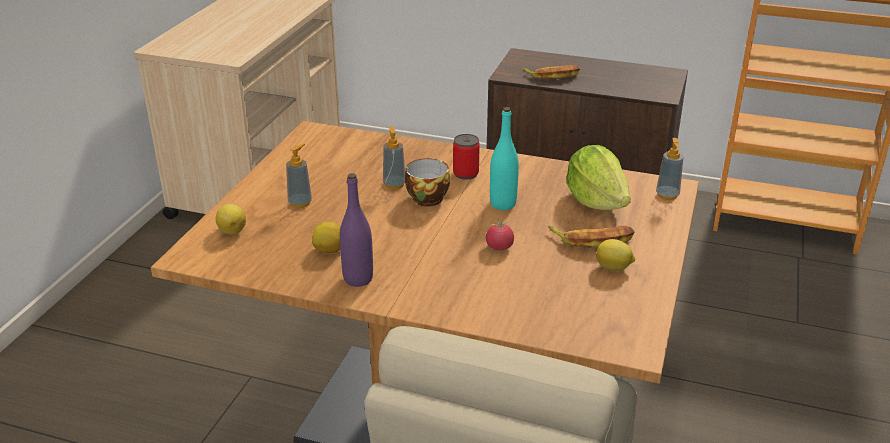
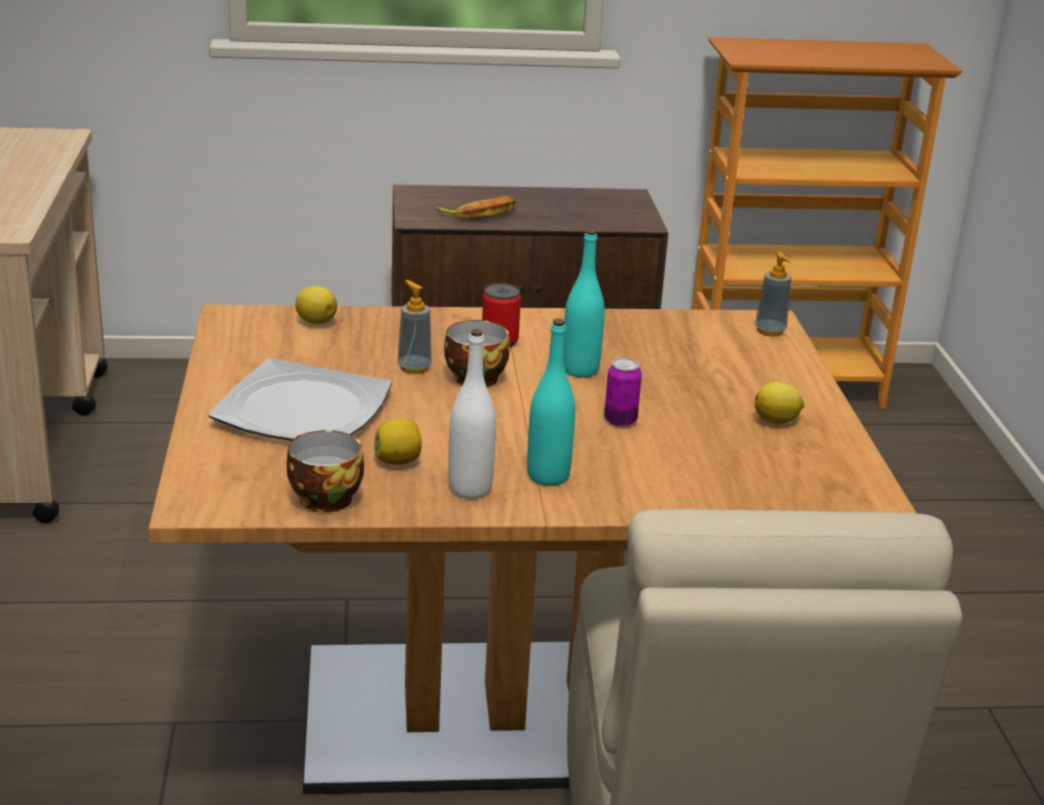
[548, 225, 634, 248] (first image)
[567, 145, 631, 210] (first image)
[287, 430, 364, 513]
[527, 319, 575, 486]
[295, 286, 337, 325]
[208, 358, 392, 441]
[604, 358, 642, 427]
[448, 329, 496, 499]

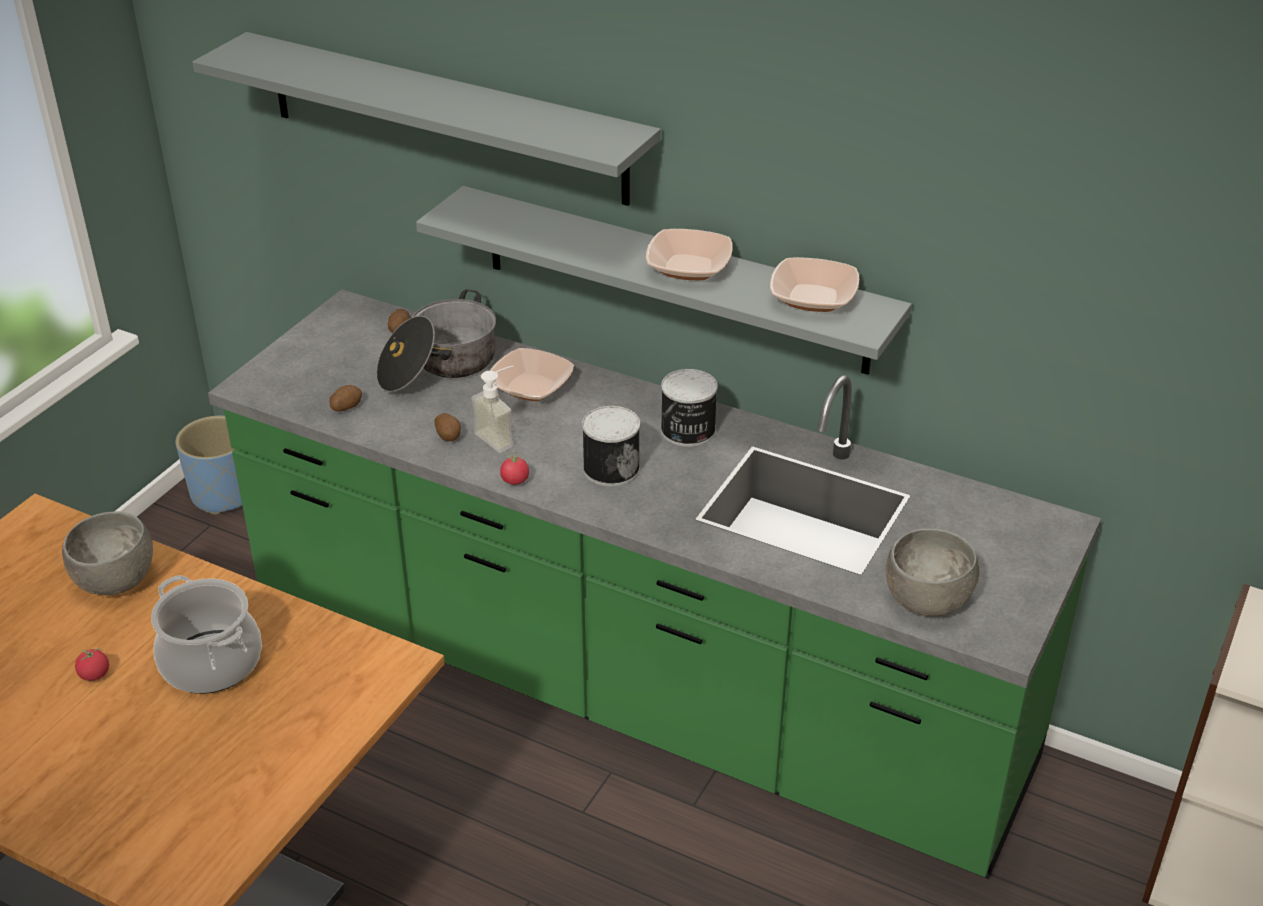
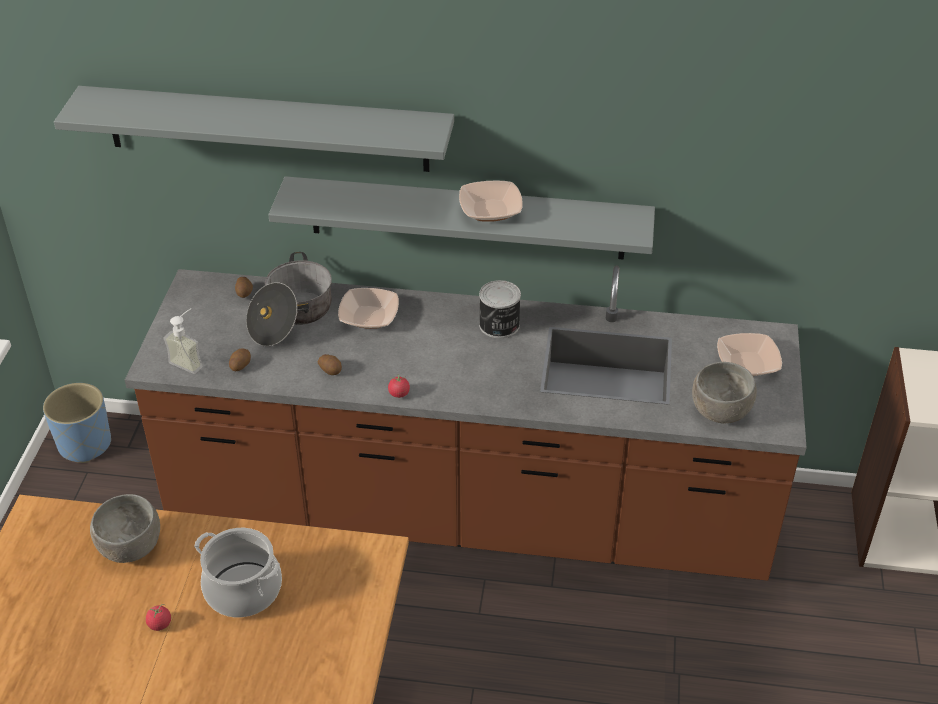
[582, 406, 640, 487] (first image)
[164, 308, 203, 374]
[717, 333, 782, 376]
[125, 265, 807, 581]

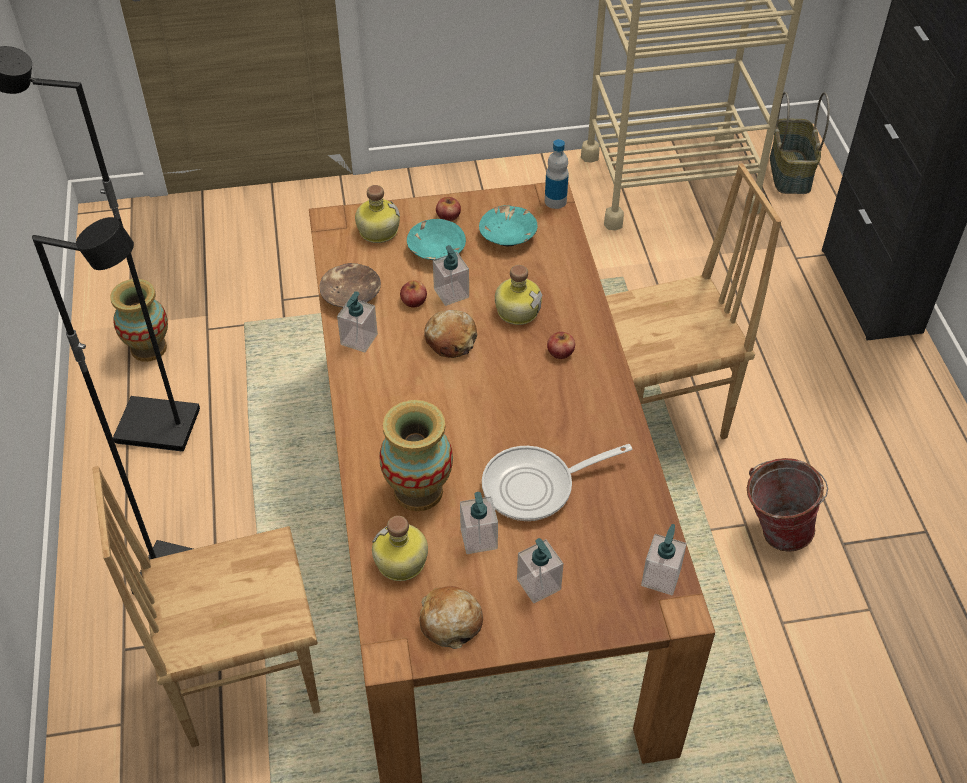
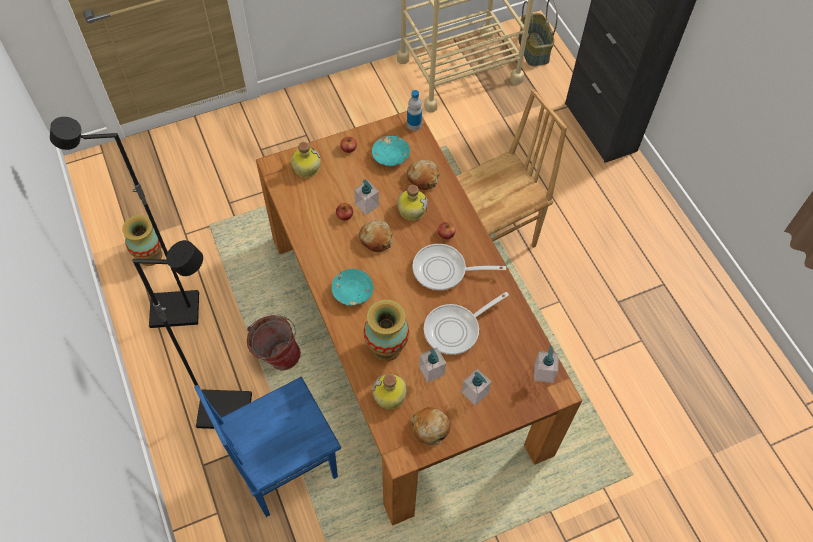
[320, 263, 381, 307] (first image)
[337, 291, 378, 353] (first image)
[407, 160, 439, 190]
[412, 244, 506, 291]
[331, 269, 373, 306]
[247, 315, 301, 370]
[194, 377, 341, 517]

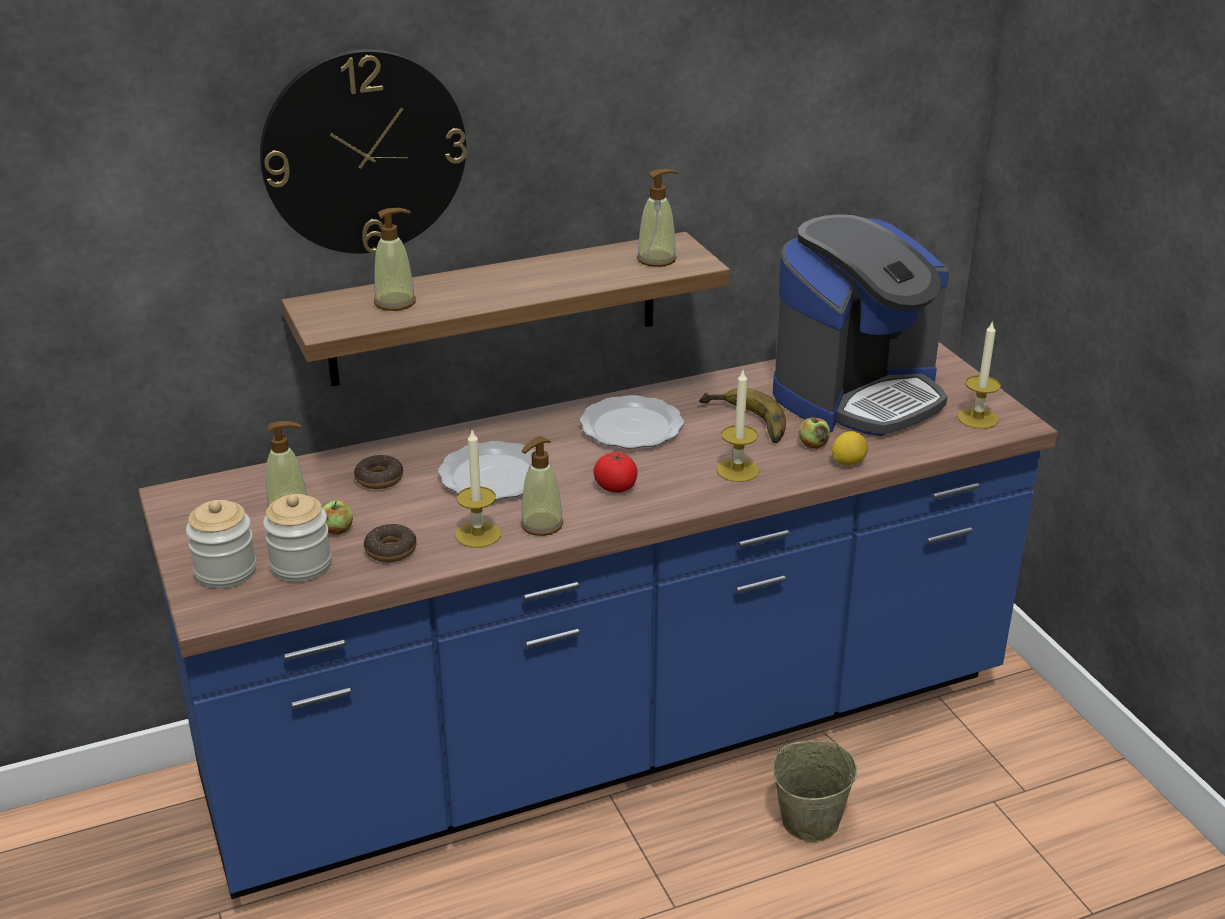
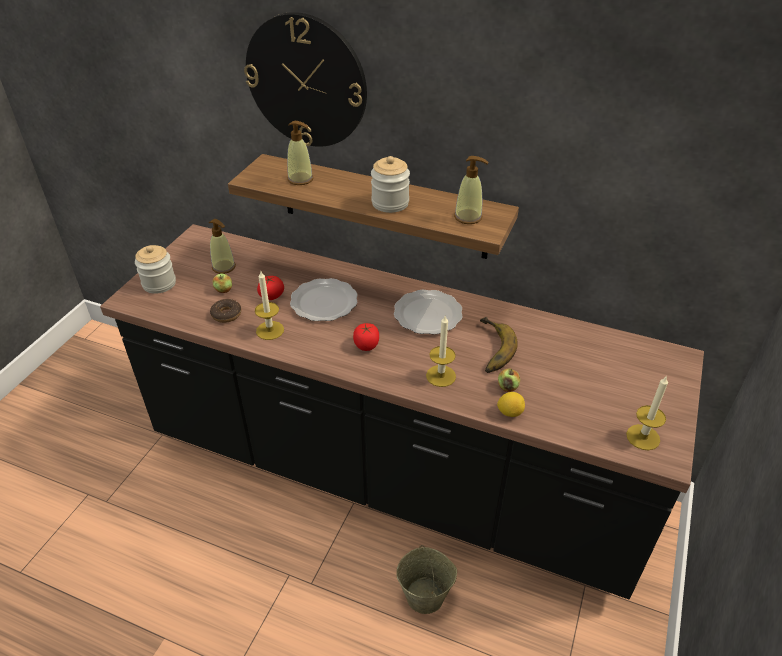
[354, 455, 403, 489] (first image)
[521, 436, 563, 536] (first image)
[773, 214, 949, 436] (first image)
[257, 276, 284, 300]
[371, 156, 410, 213]
[100, 224, 704, 599]

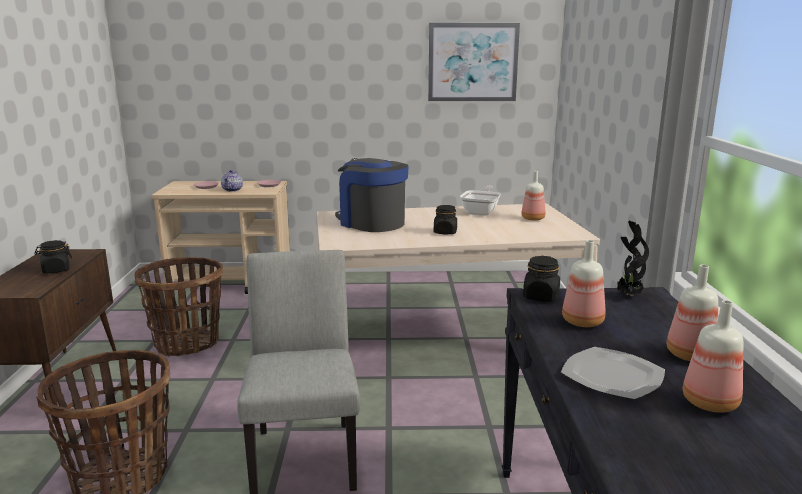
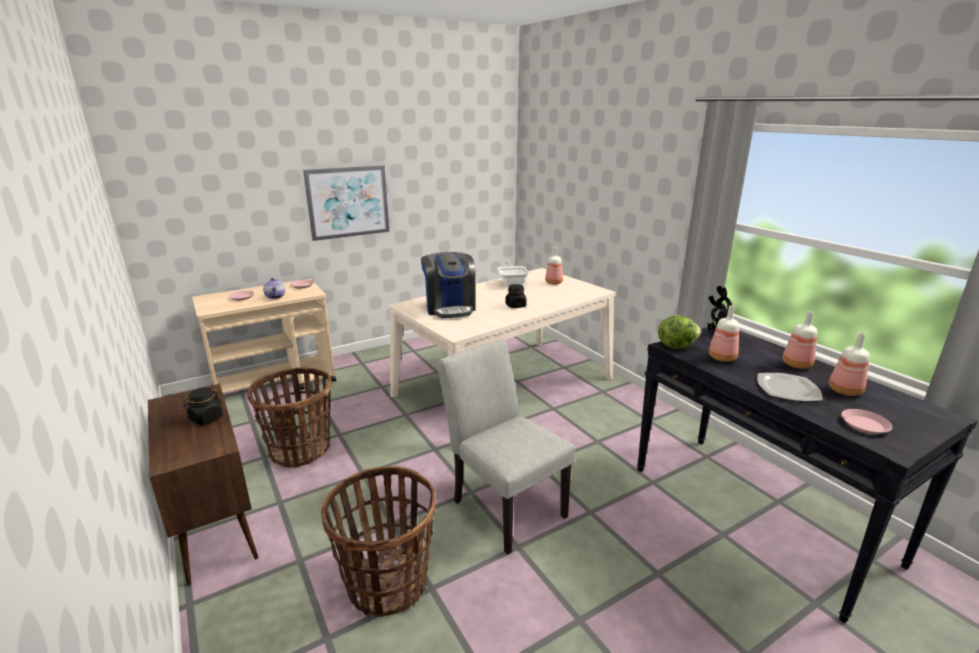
[841, 409, 892, 434]
[303, 165, 389, 241]
[658, 315, 701, 349]
[421, 252, 476, 318]

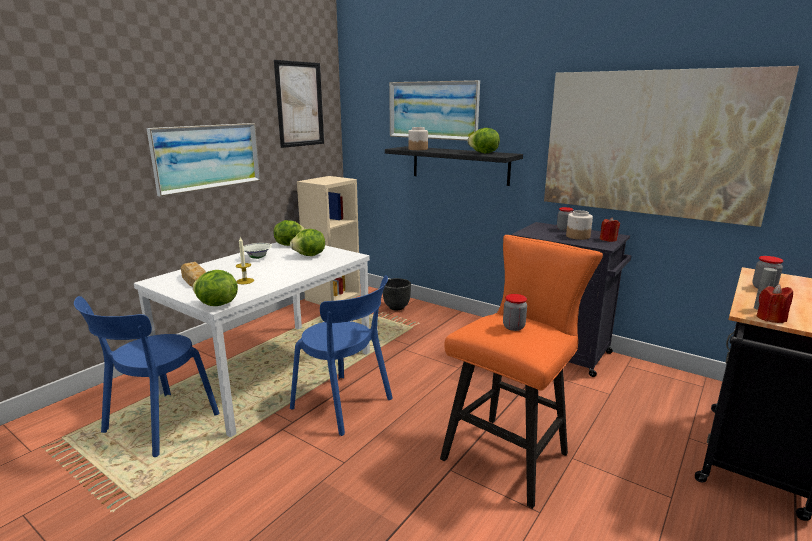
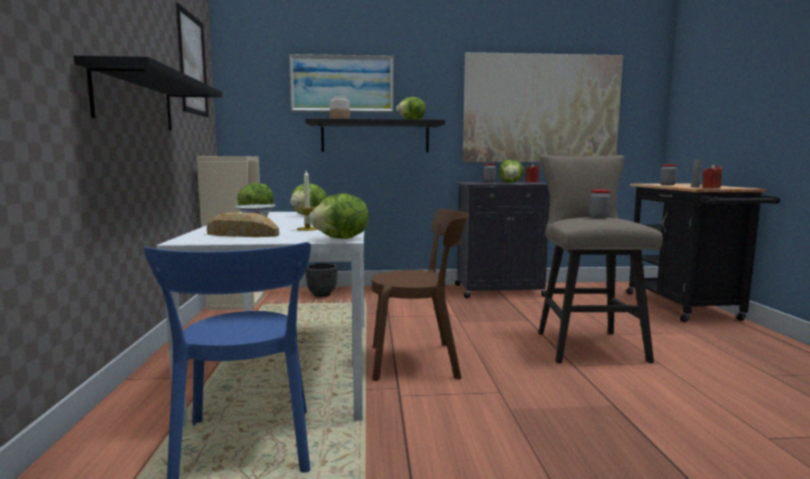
[74, 55, 223, 130]
[499, 160, 524, 183]
[372, 209, 469, 381]
[538, 155, 663, 363]

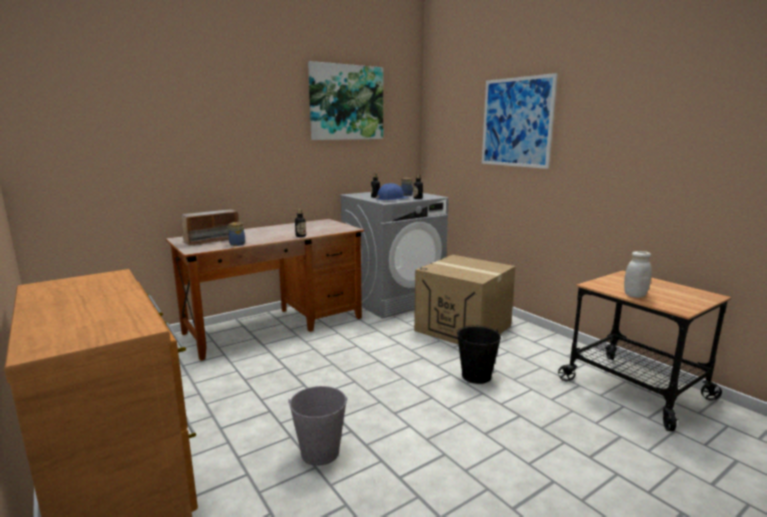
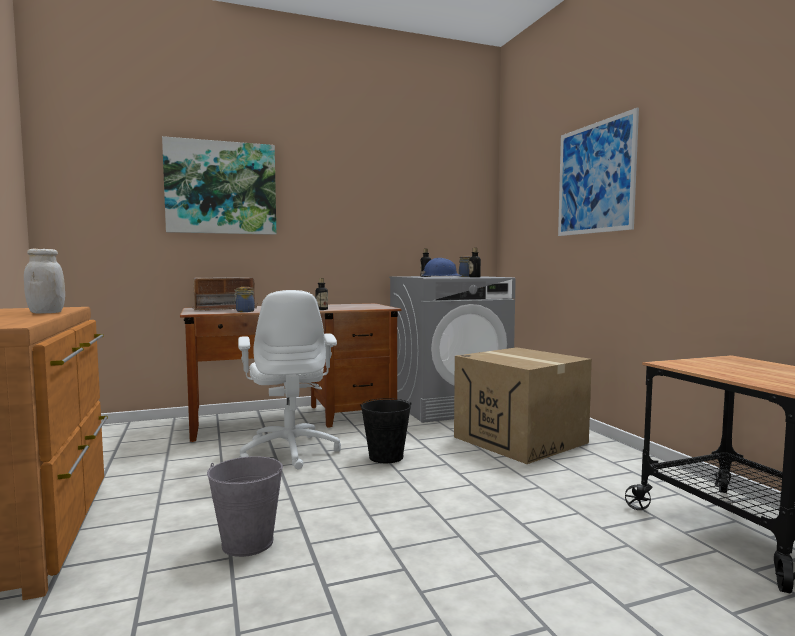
[238, 290, 341, 469]
[162, 136, 276, 235]
[360, 398, 411, 463]
[24, 249, 65, 314]

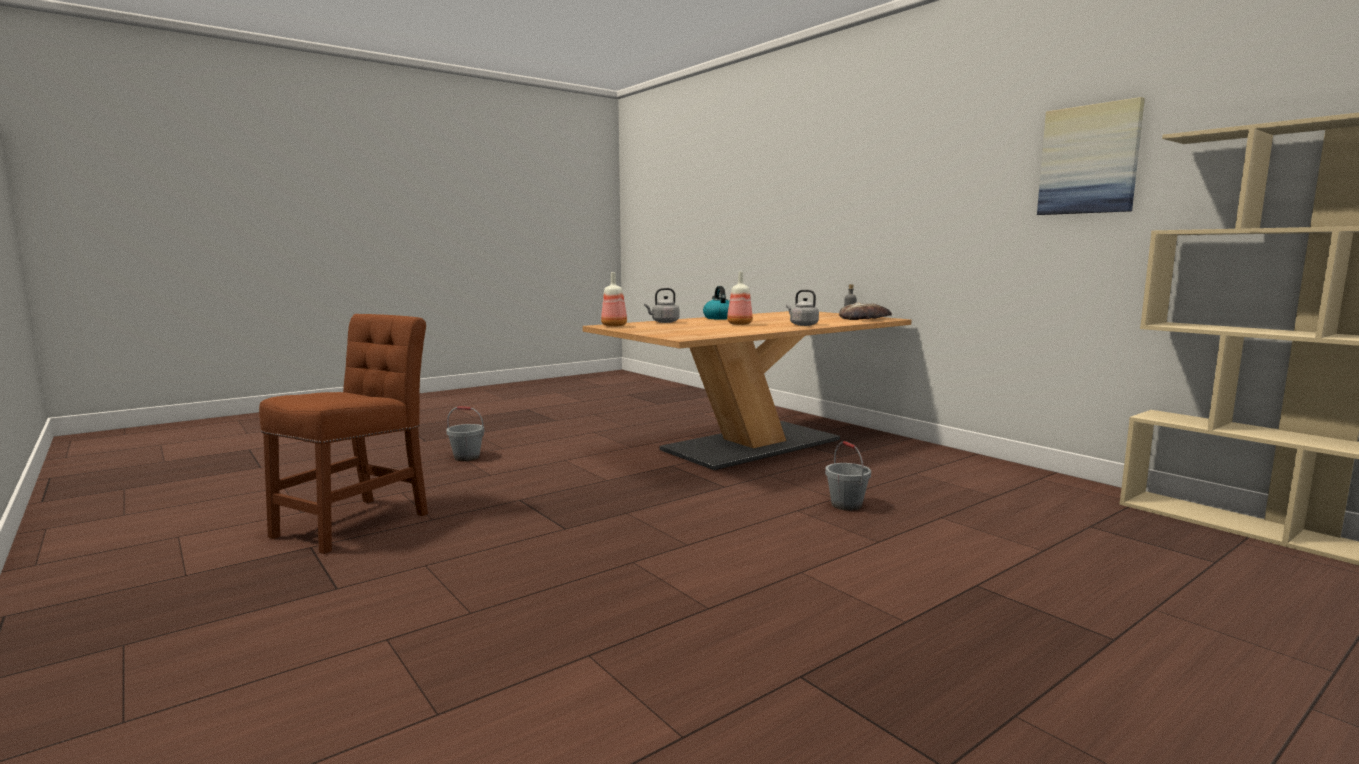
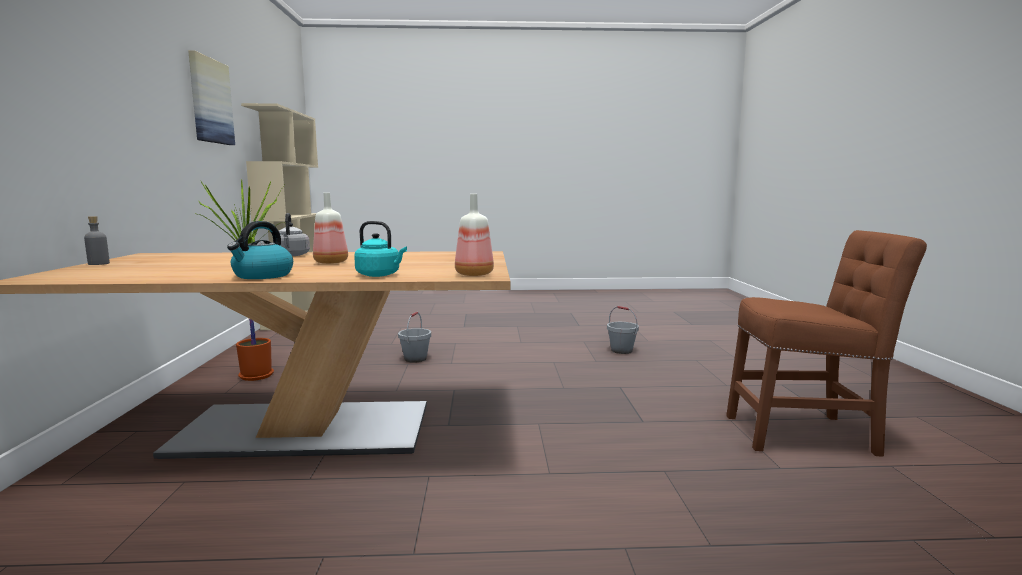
[839, 302, 892, 320] (first image)
[198, 179, 285, 381]
[607, 306, 639, 354]
[354, 221, 407, 277]
[726, 230, 927, 457]

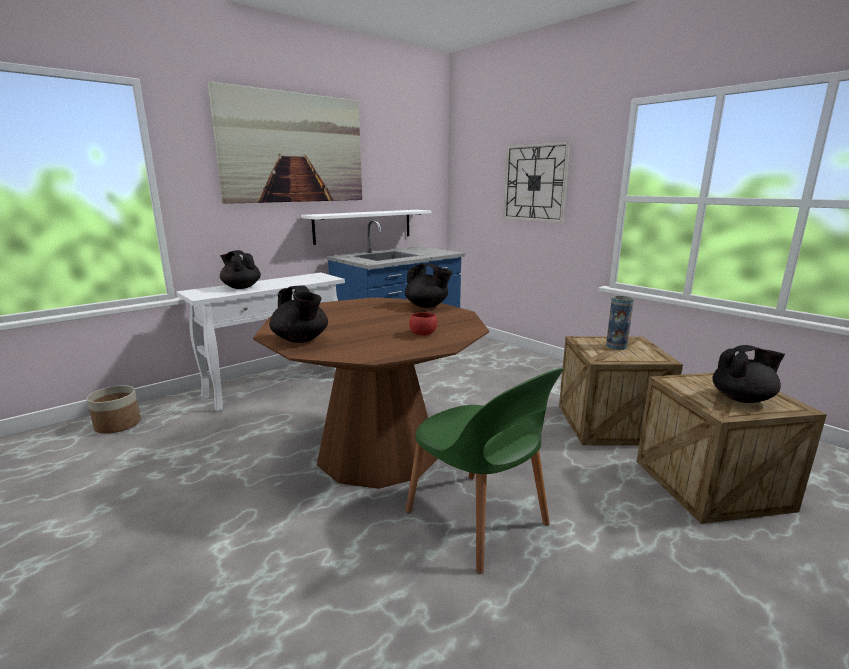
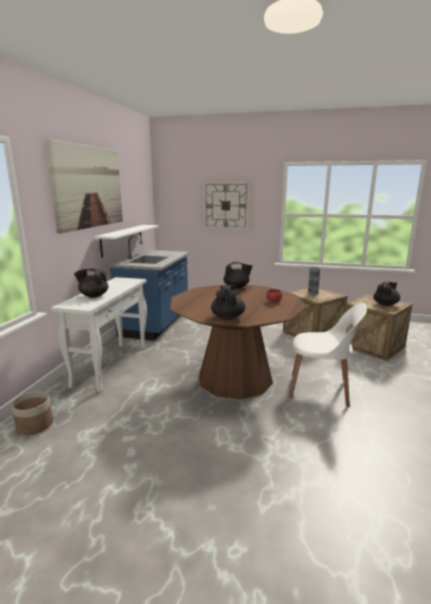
[289, 303, 367, 407]
[211, 285, 245, 320]

